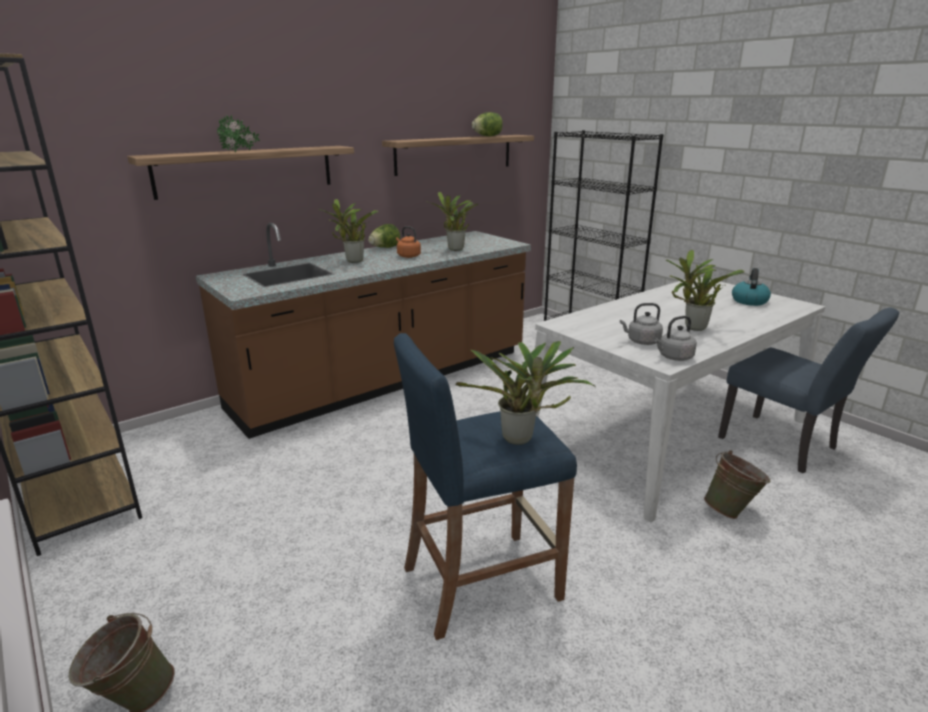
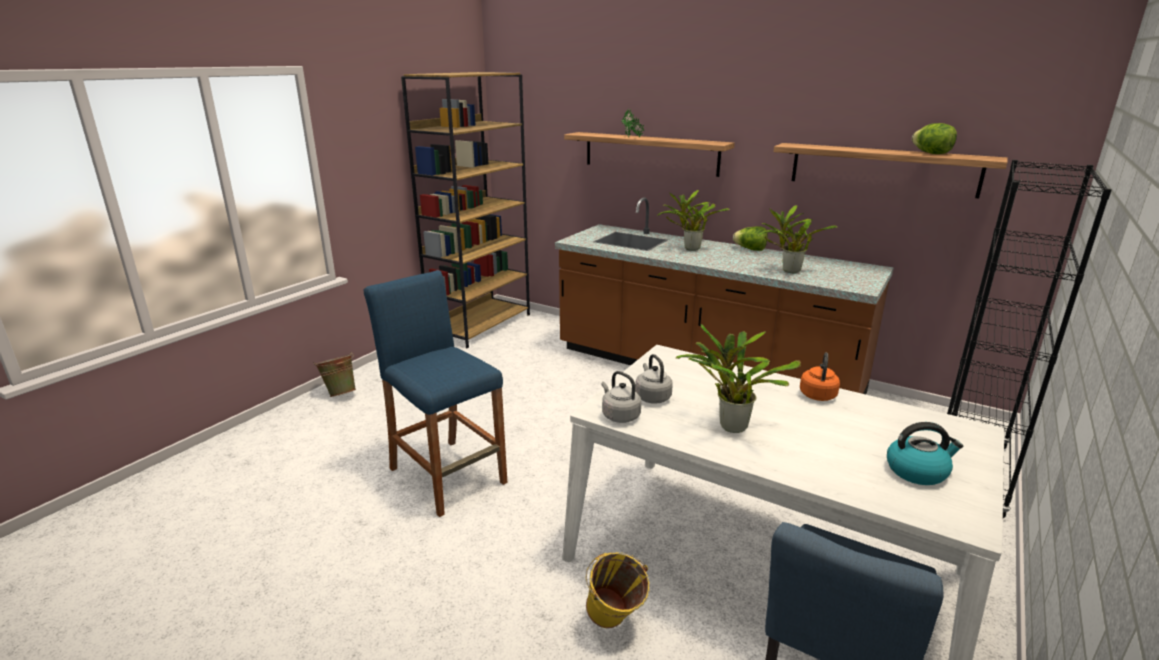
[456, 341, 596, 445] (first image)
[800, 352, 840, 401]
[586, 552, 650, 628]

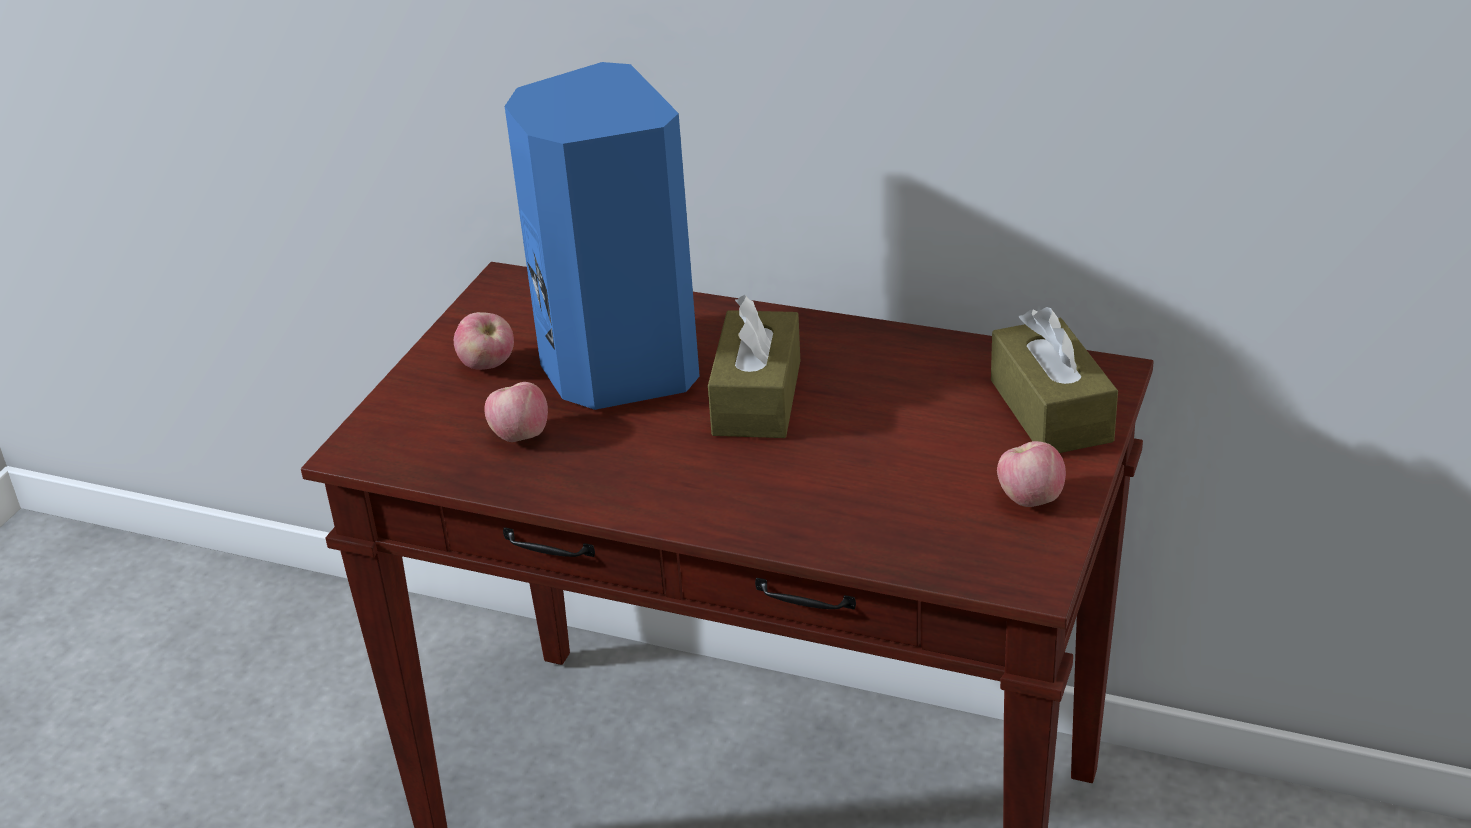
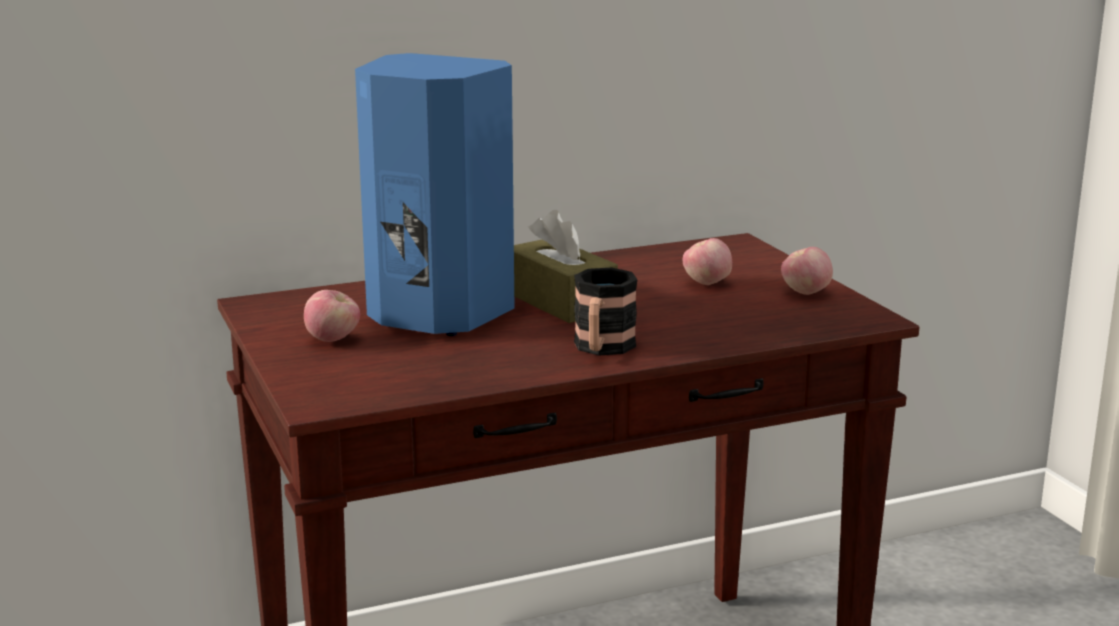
[991, 307, 1118, 453] (first image)
[574, 268, 638, 355]
[683, 238, 732, 285]

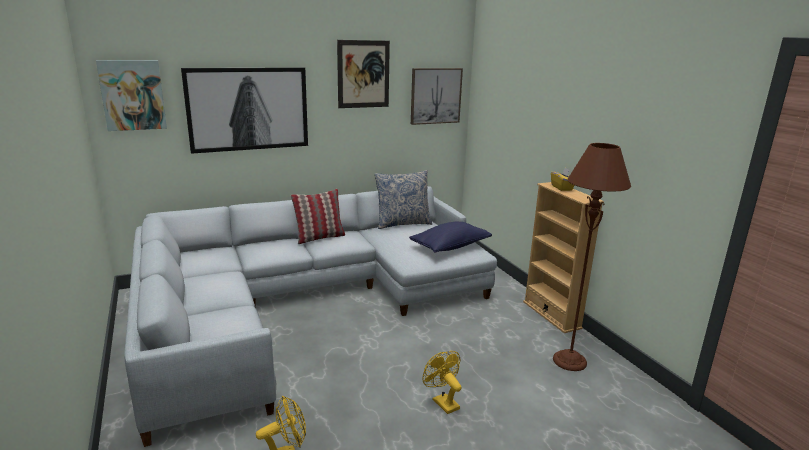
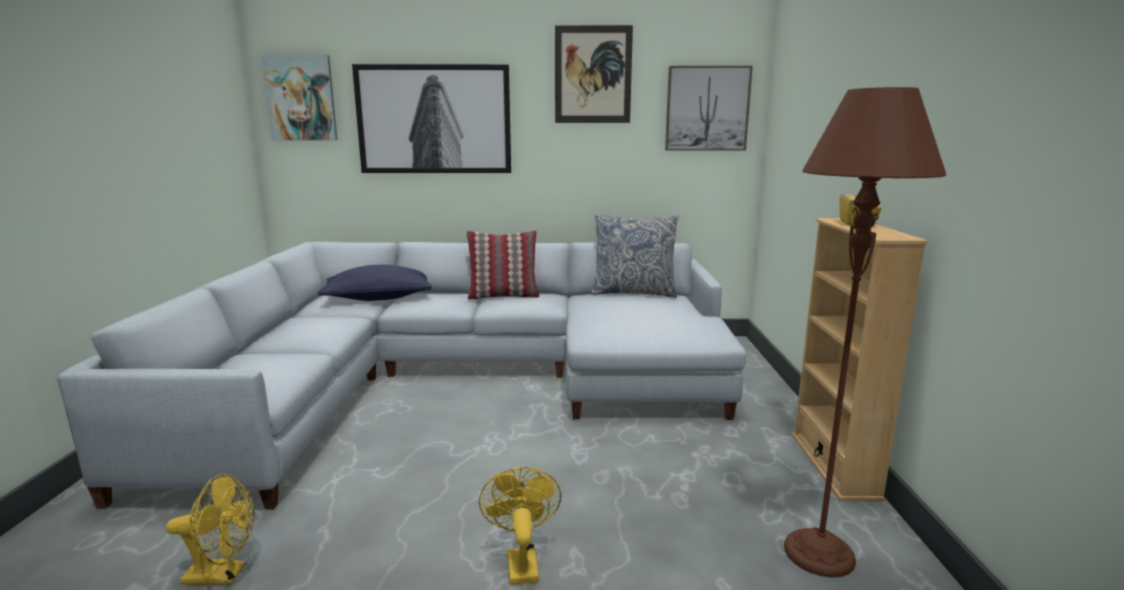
[318, 265, 432, 301]

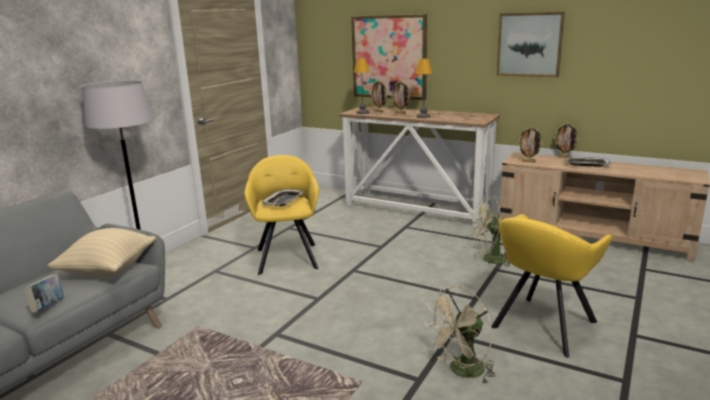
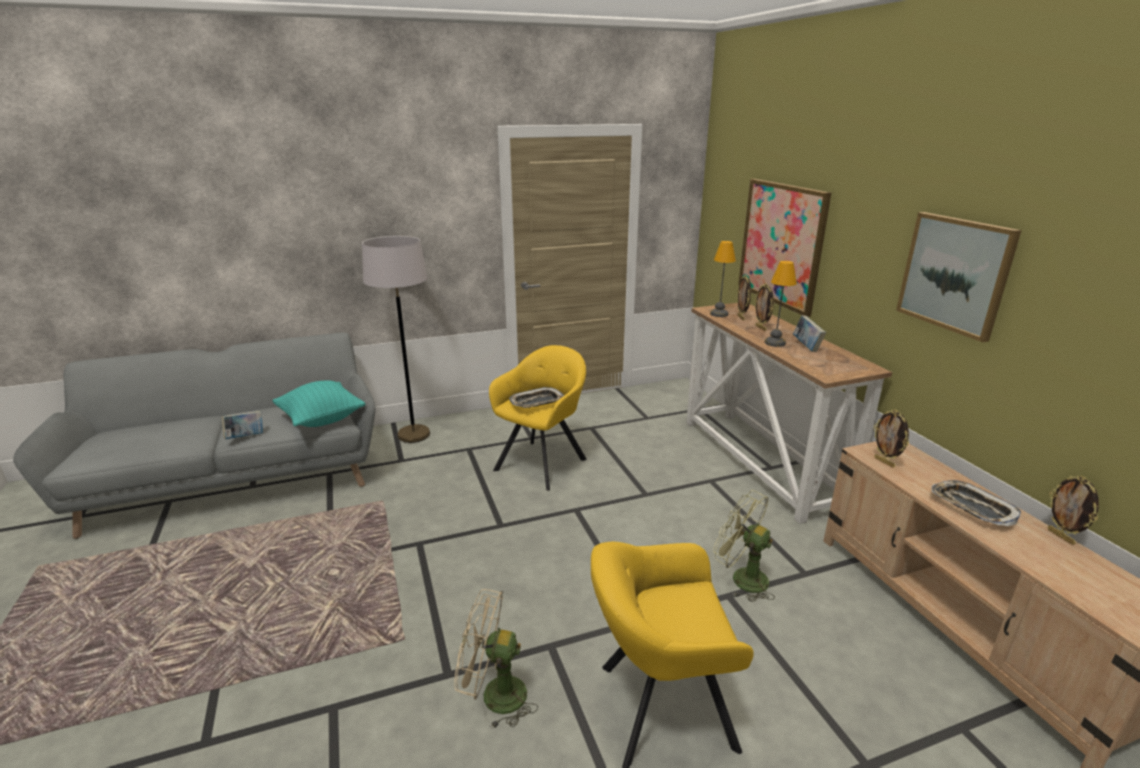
[793, 315, 826, 352]
[1048, 476, 1099, 545]
[272, 381, 365, 427]

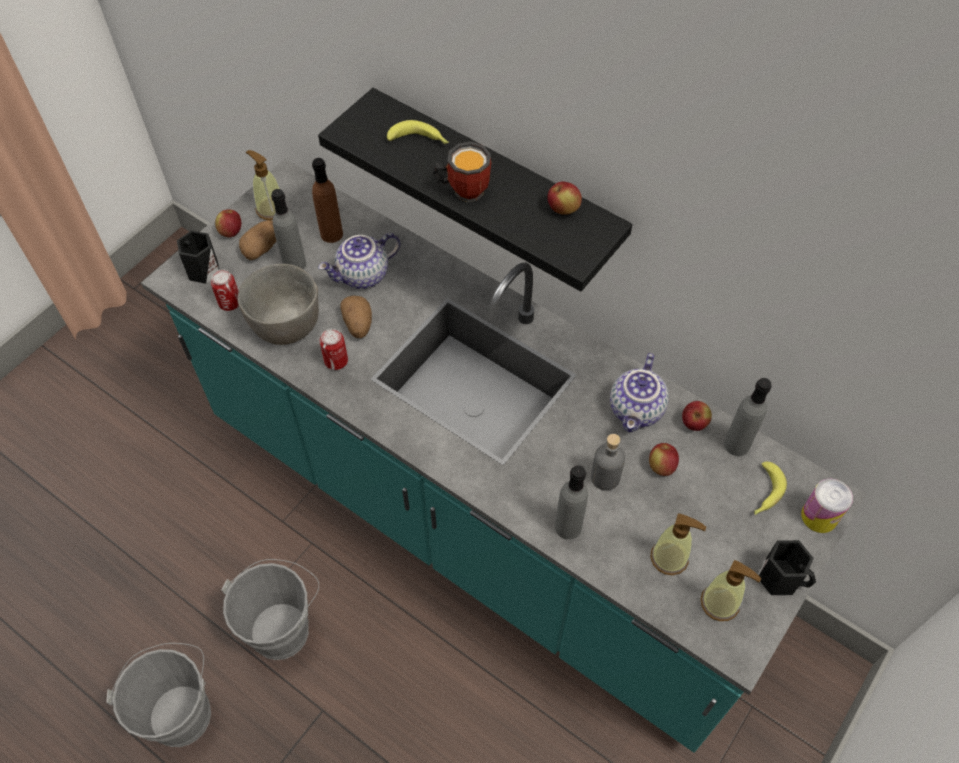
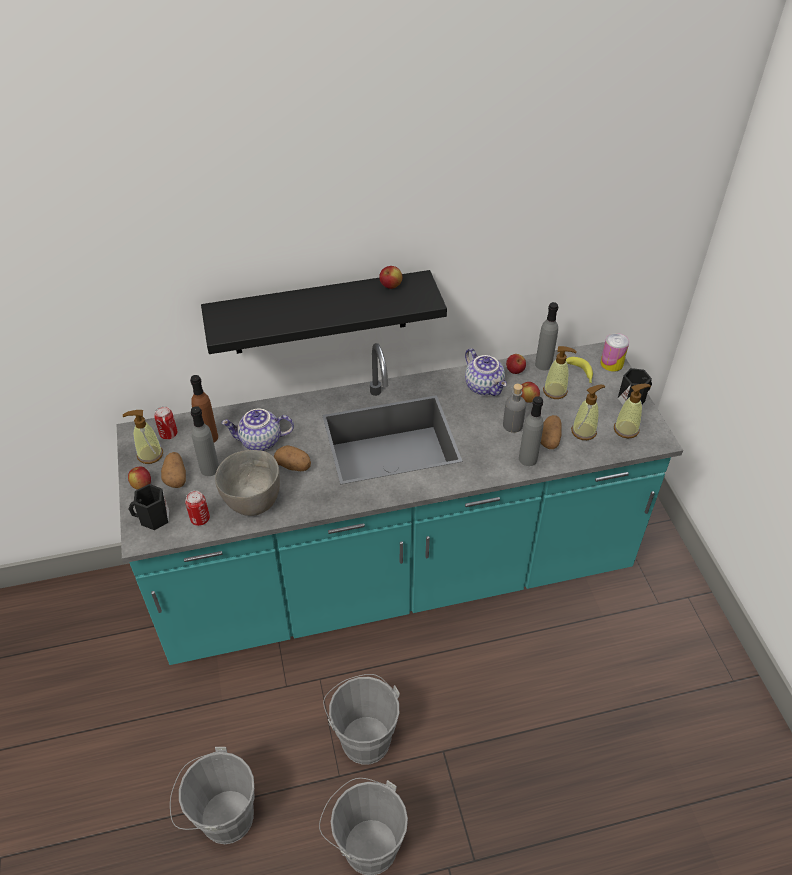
[387, 120, 449, 145] (first image)
[432, 142, 491, 202] (first image)
[170, 747, 254, 844]
[541, 415, 562, 449]
[543, 346, 577, 399]
[154, 406, 178, 439]
[221, 409, 294, 451]

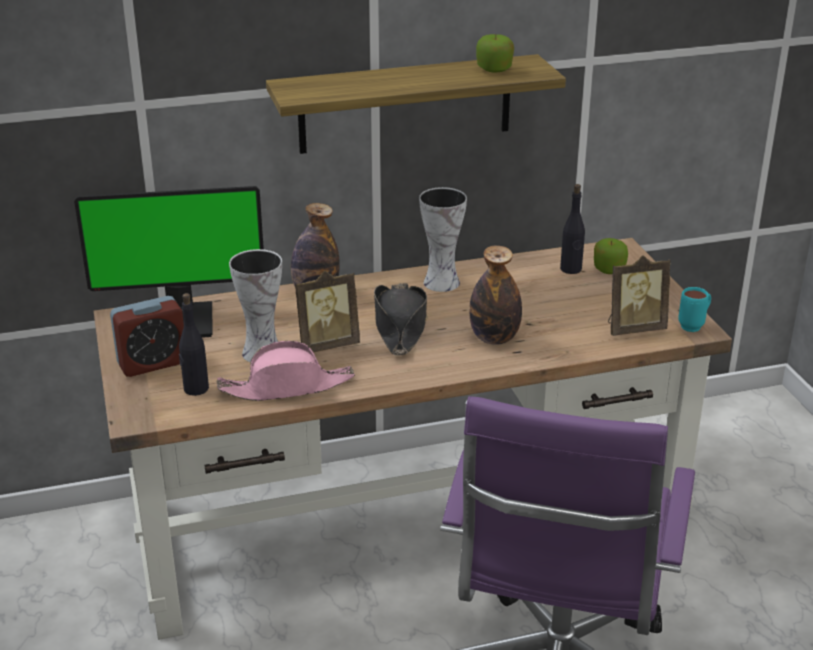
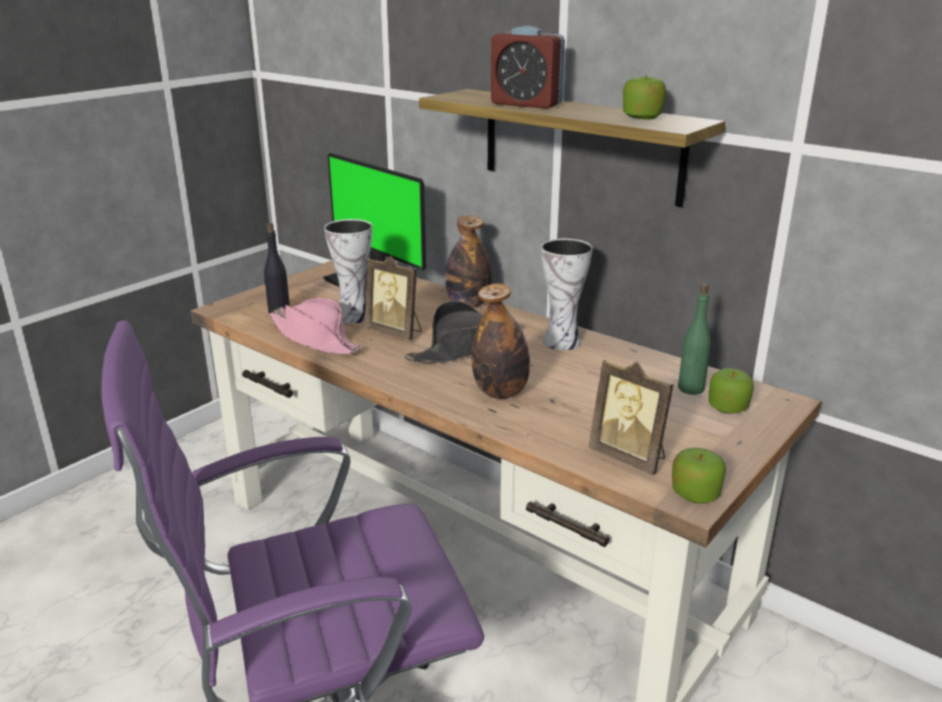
[491, 26, 565, 109]
[672, 448, 726, 503]
[678, 284, 711, 395]

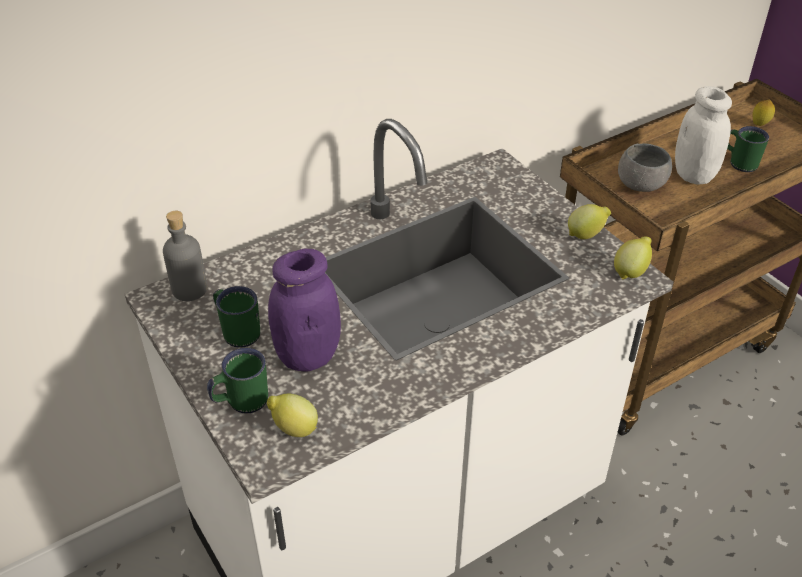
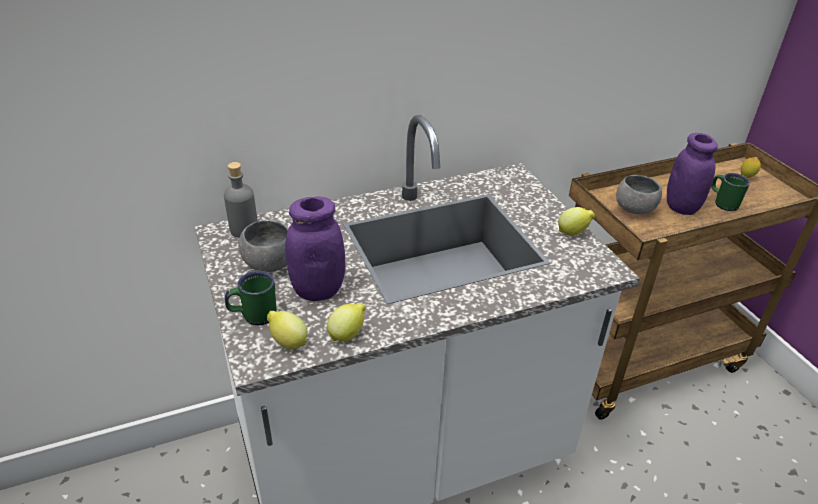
[327, 303, 366, 342]
[238, 220, 289, 272]
[667, 133, 718, 215]

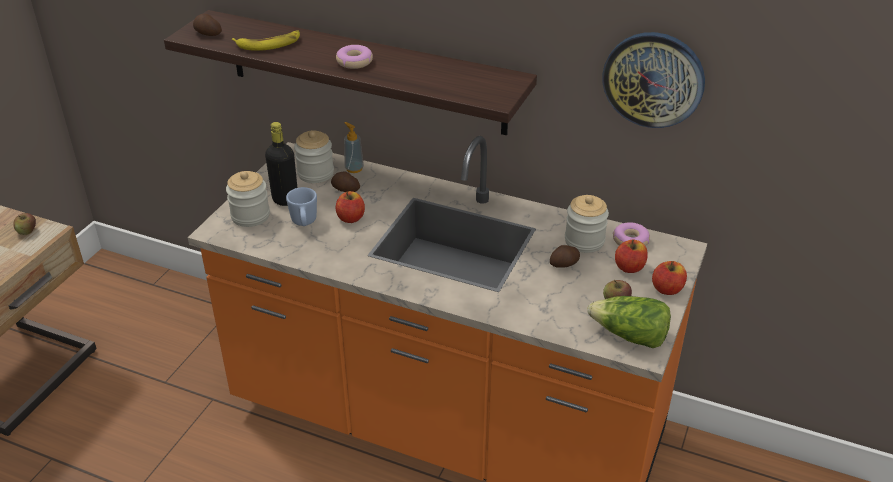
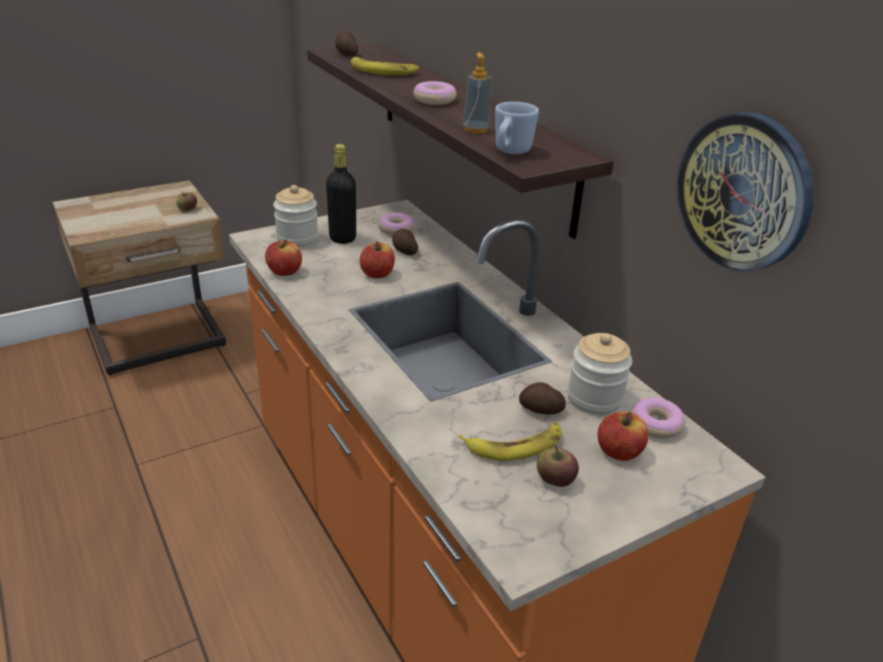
[587, 296, 671, 348] (first image)
[458, 421, 562, 461]
[495, 102, 539, 154]
[463, 53, 491, 134]
[265, 239, 302, 276]
[378, 213, 415, 236]

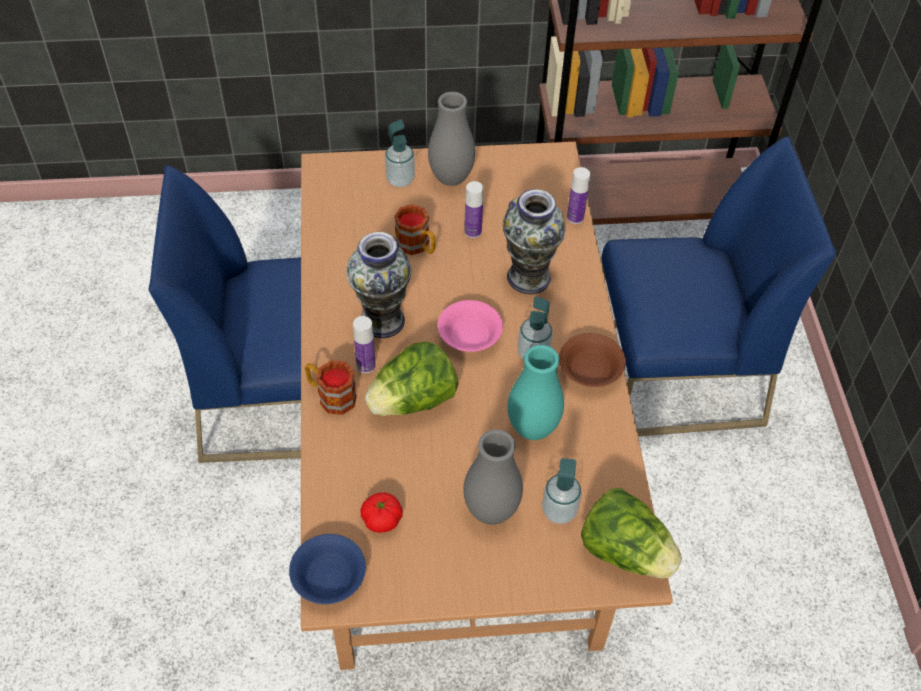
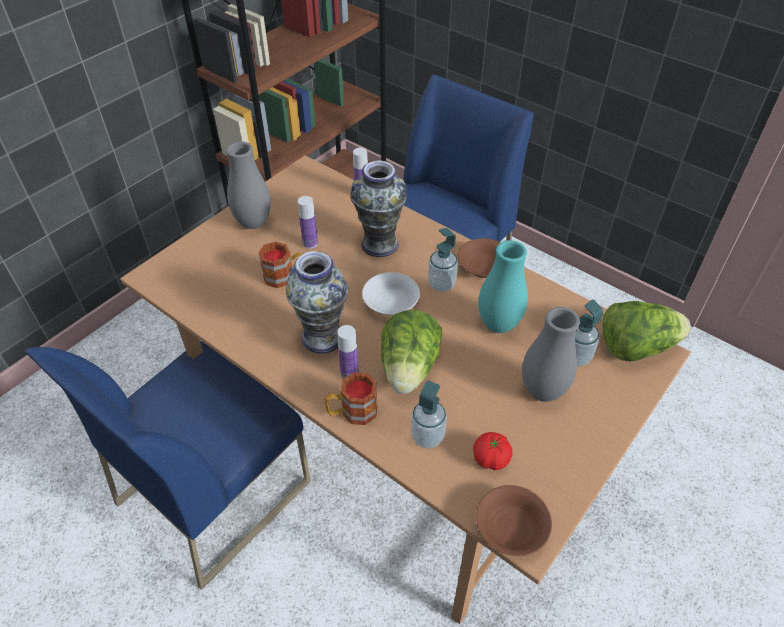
[411, 381, 447, 448]
[476, 485, 552, 556]
[362, 272, 420, 315]

